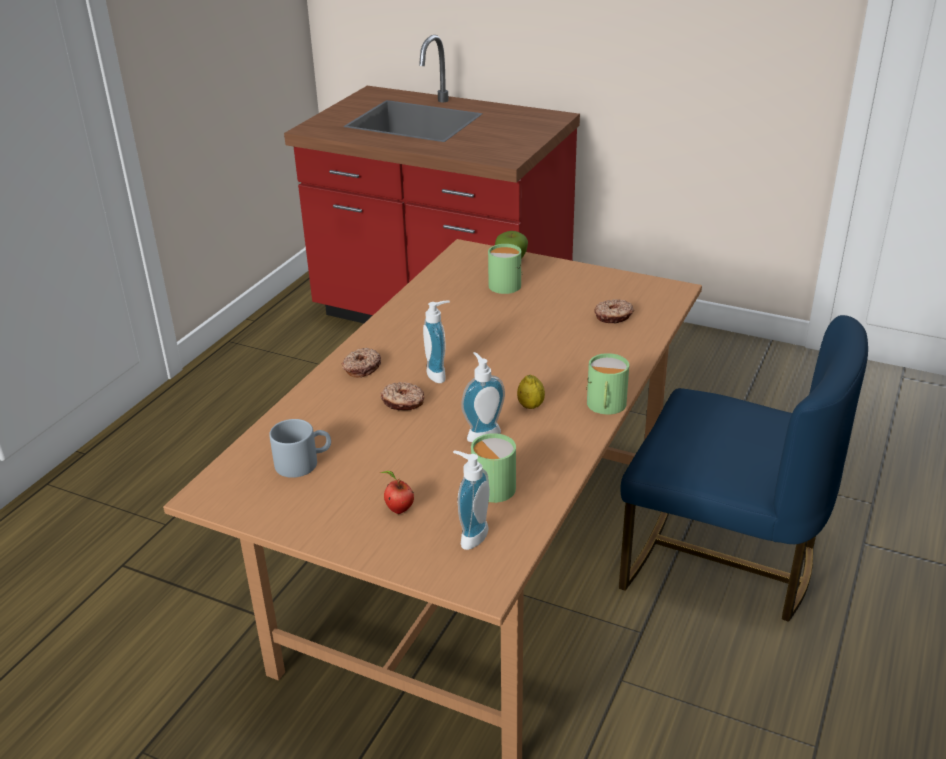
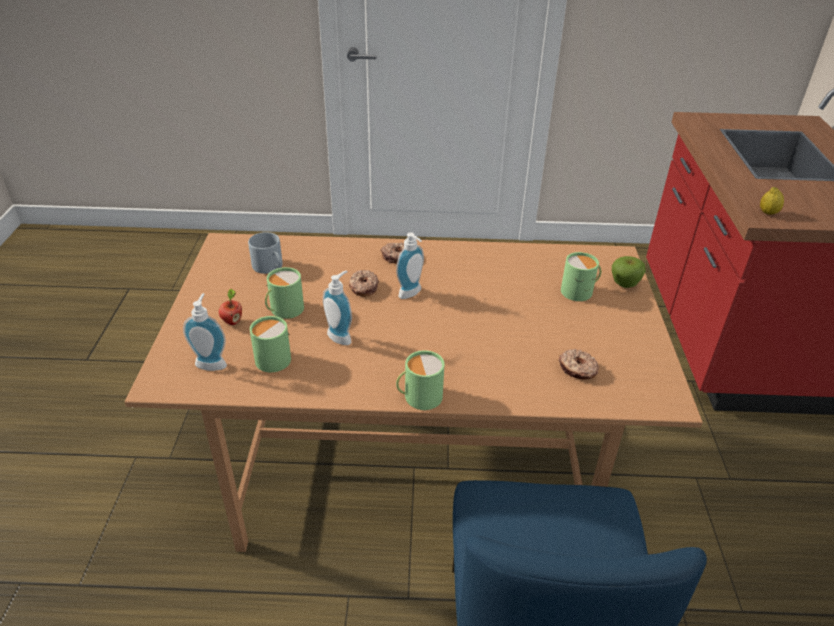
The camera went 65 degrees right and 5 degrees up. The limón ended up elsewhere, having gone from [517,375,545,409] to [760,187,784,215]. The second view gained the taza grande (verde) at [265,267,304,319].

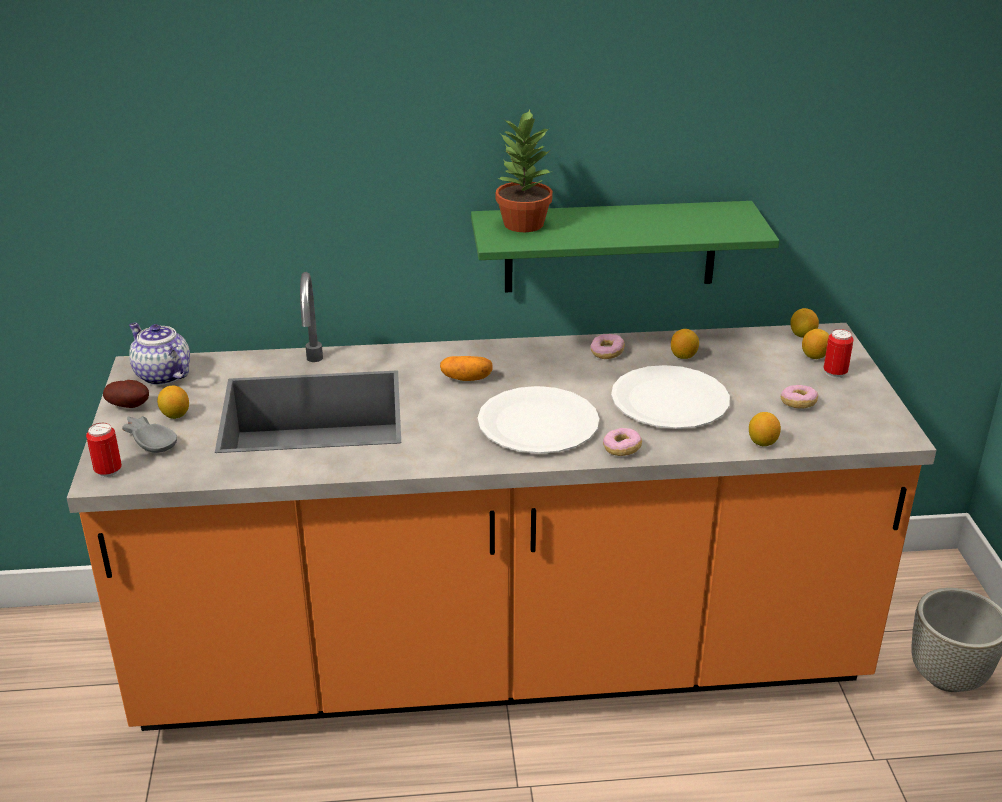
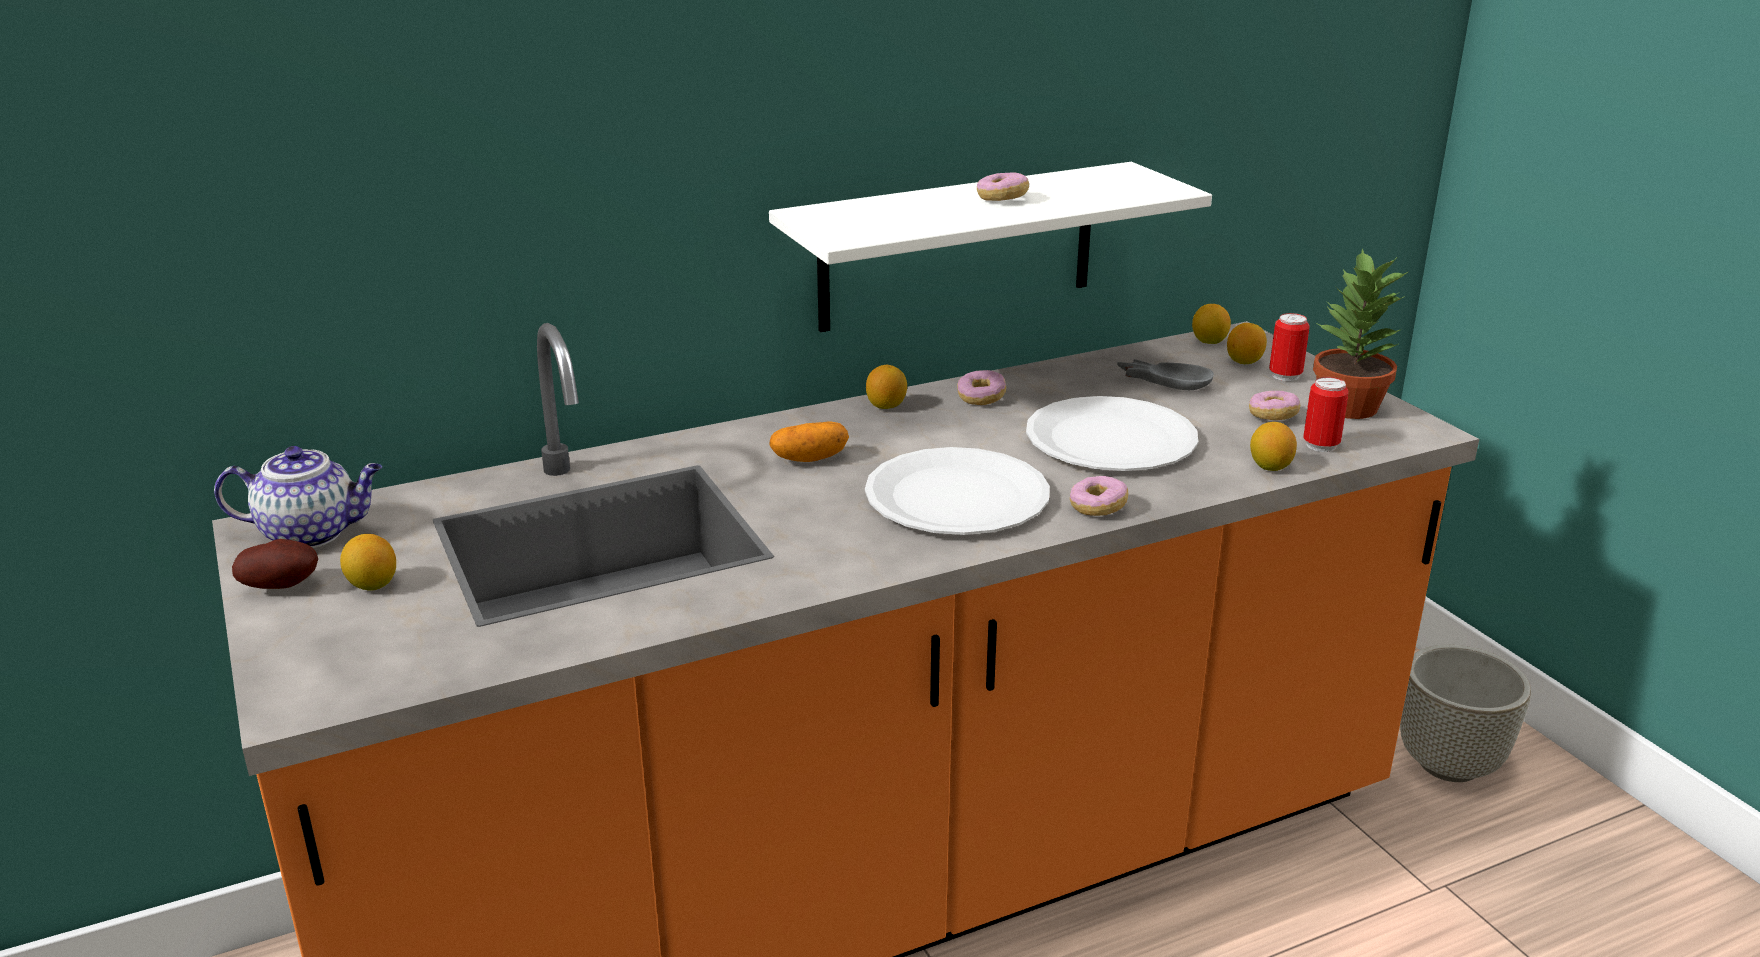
The camera went 20 degrees left and 5 degrees down. The planta en maceta ended up elsewhere, having gone from [496,110,553,232] to [1313,249,1408,419]. What was the estante (verde) at [471,201,779,292] turned into the estante (blanco) at [769,162,1212,332]. The tetera at [129,322,190,386] ended up facing another way, 150 degrees clockwise from before. The limón ended up elsewhere, having gone from [671,329,699,359] to [866,365,907,409]. The cuenco (gris) ended up elsewhere, having gone from [122,416,177,453] to [1117,359,1214,390]. The lata ended up elsewhere, having gone from [86,423,122,478] to [1303,377,1349,452]. The second view gained the rosquilla at [977,172,1029,201].

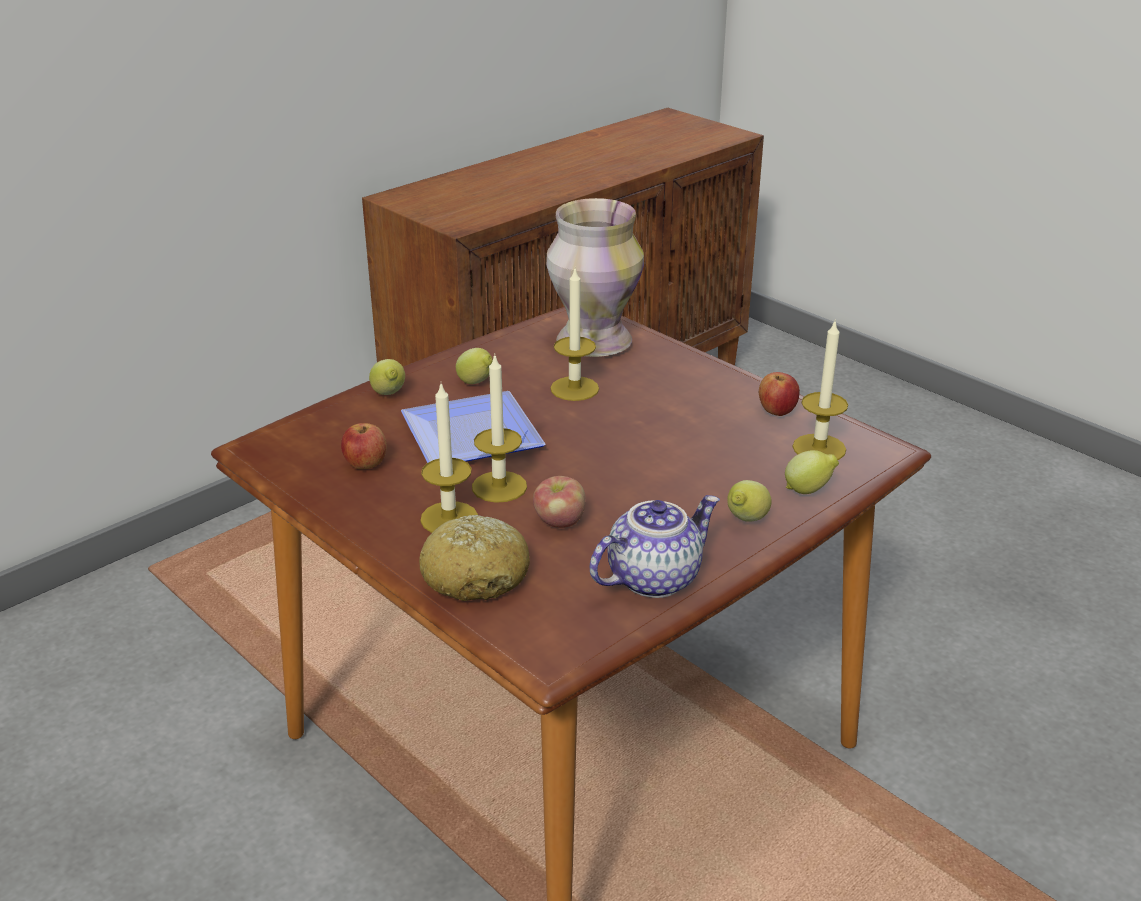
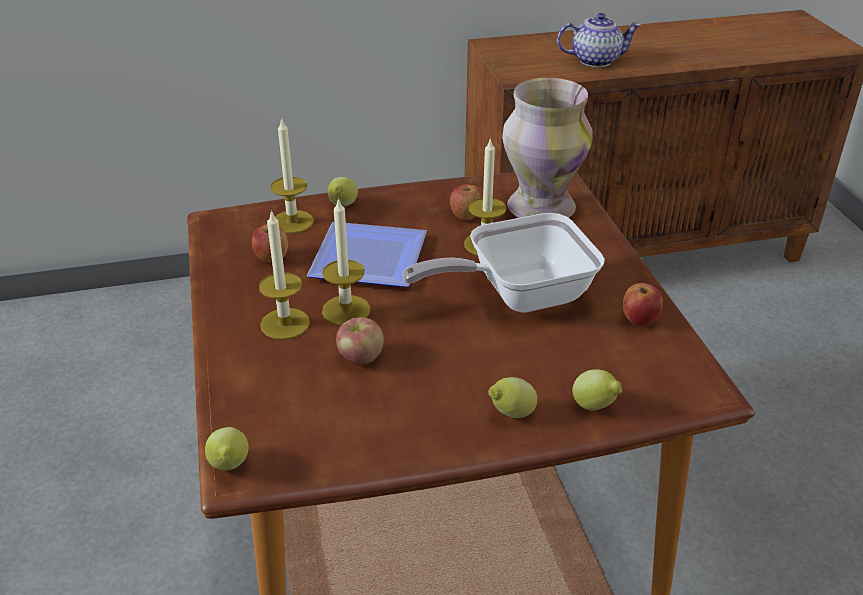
The camera went 30 degrees right and 5 degrees up. The vela ended up elsewhere, having gone from [793,319,848,460] to [270,117,314,233]. The limón ended up elsewhere, having gone from [456,348,493,384] to [205,427,249,470]. The tetera ended up elsewhere, having gone from [590,495,720,598] to [557,13,641,67]. The second view lost the pan at [419,515,530,601]. The second view gained the manzana at [450,184,483,220]. The second view gained the sartén at [402,213,605,313].

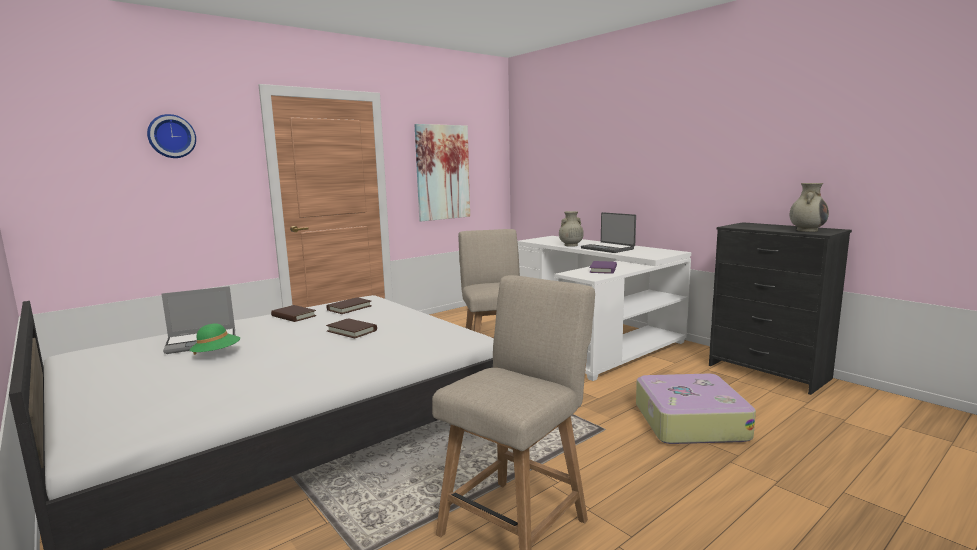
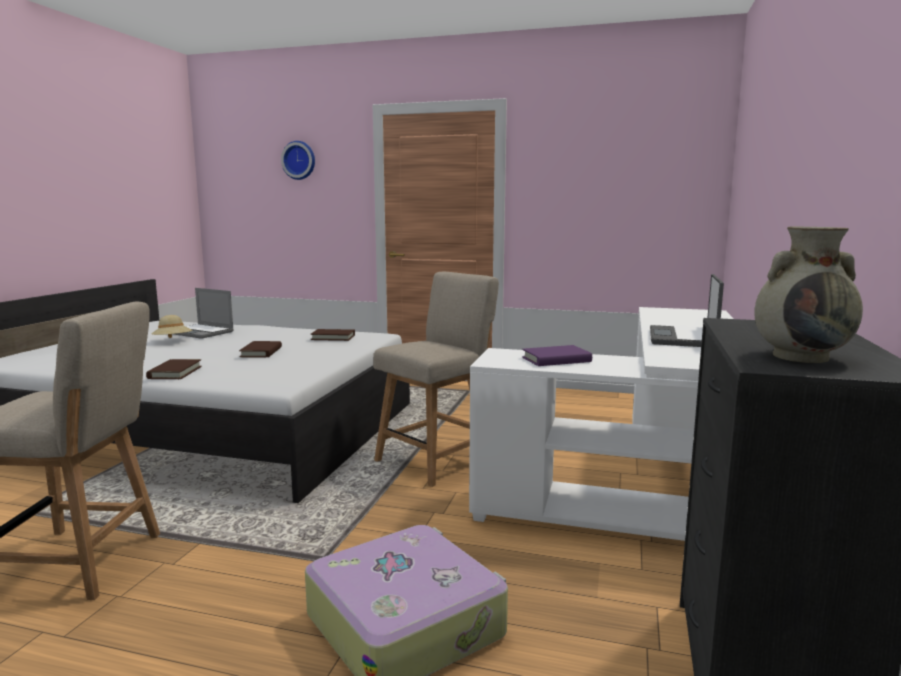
The camera went 55 degrees right and 0 degrees up. The second view lost the cuadro at [414,124,470,221]. The second view lost the florero (beis) at [559,211,584,247]. The libro (marrón) ended up elsewhere, having gone from [271,305,317,322] to [146,359,202,379]. What was the sombrero (verde) at [190,323,240,355] turned into the sombrero (beis) at [151,315,192,338].

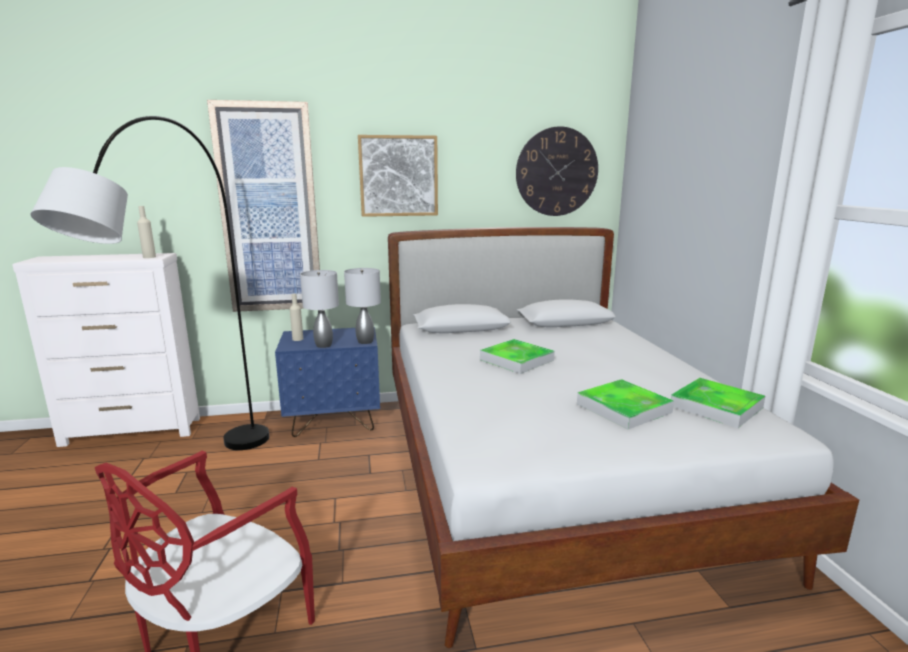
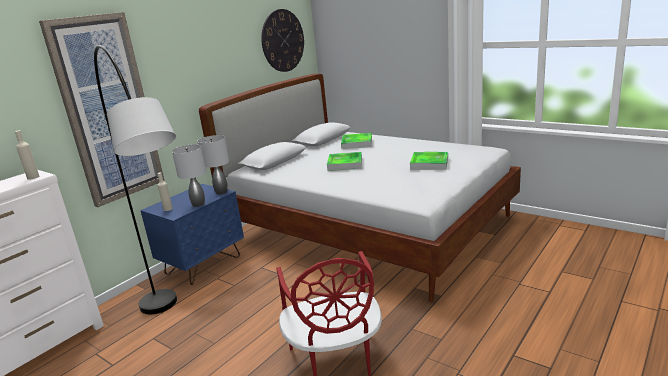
The camera went 40 degrees left and 5 degrees up. The second view lost the cuadro at [358,135,438,217]. The bandeja ended up elsewhere, having gone from [671,378,765,428] to [341,133,372,149].

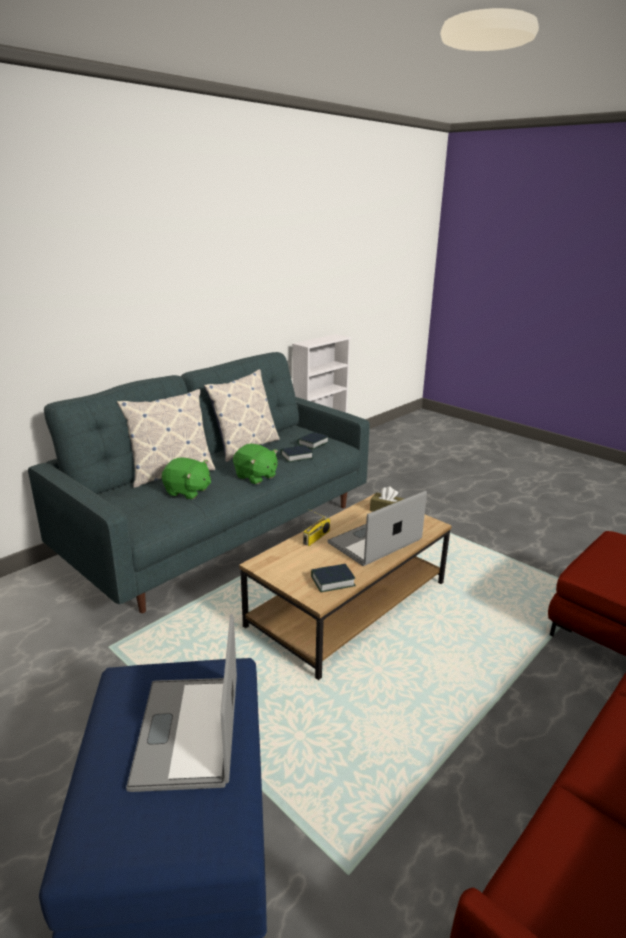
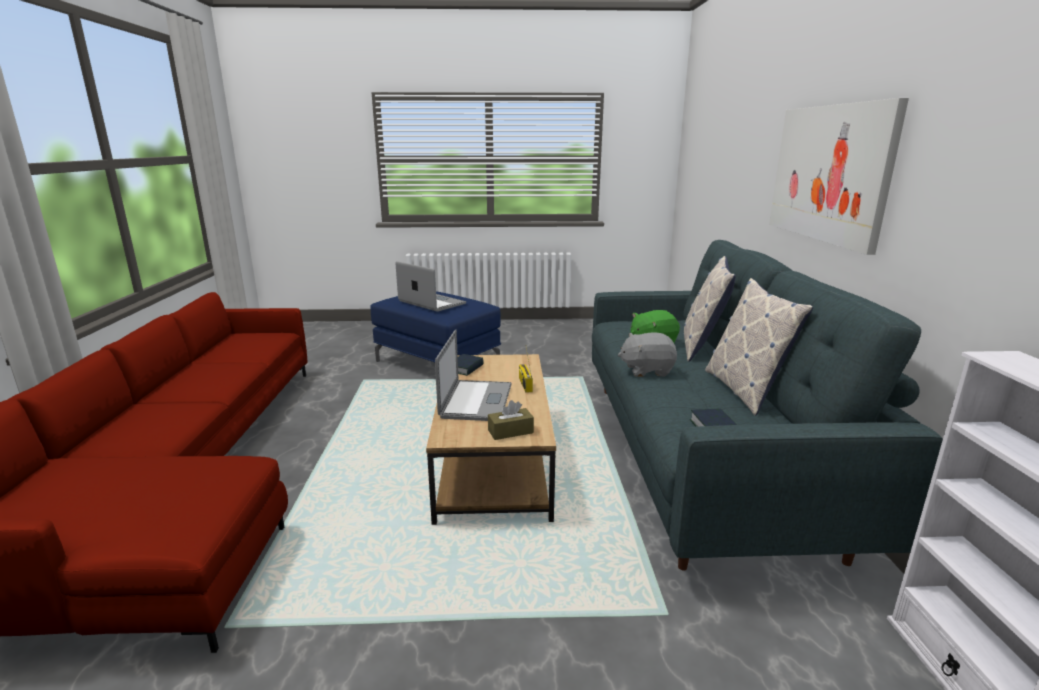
The camera went 135 degrees right and 5 degrees down. What was the peluche (verde) at [233,444,278,484] turned into the peluche (gris) at [618,333,677,377]. The second view lost the libro at [280,445,313,462]. The second view gained the cuadro at [769,98,909,255].

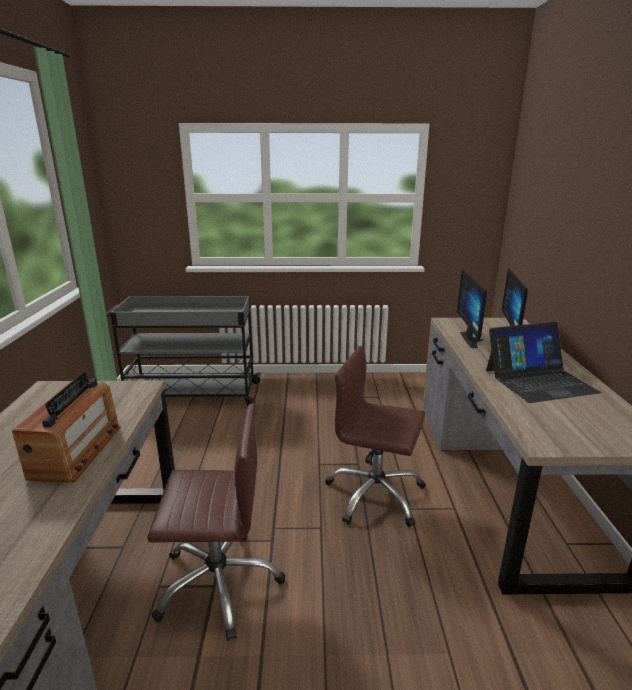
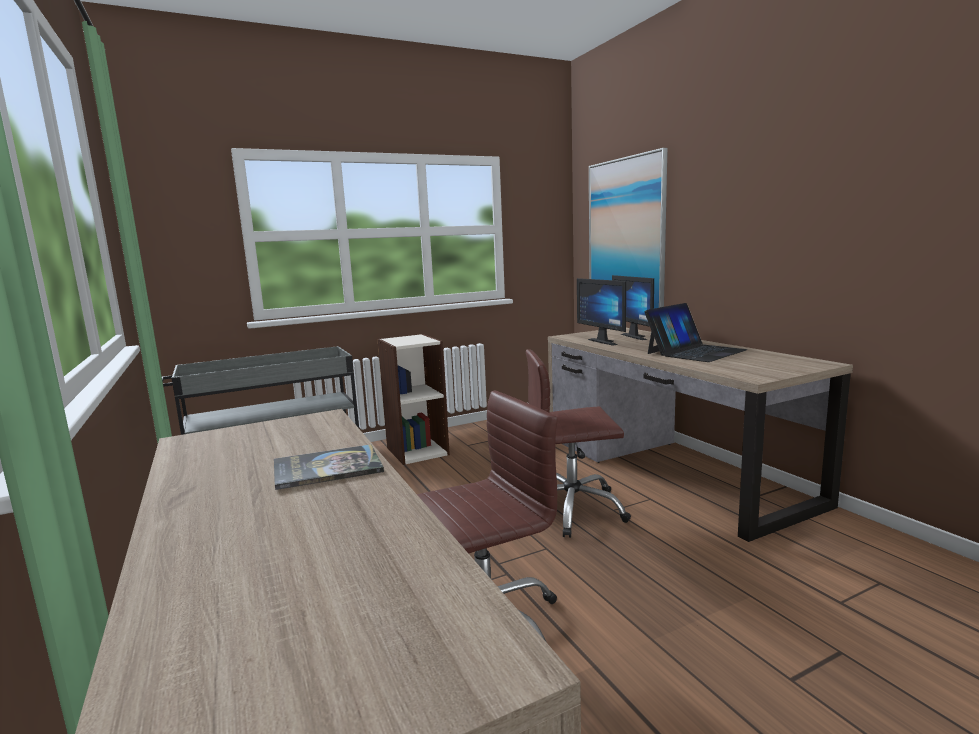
The camera went 25 degrees left and 10 degrees down. Where the radio stood at [12,372,120,483], the libro came to stand at [274,444,384,490]. The second view gained the cuadro at [589,148,668,309]. The second view gained the estantería at [378,334,450,465].

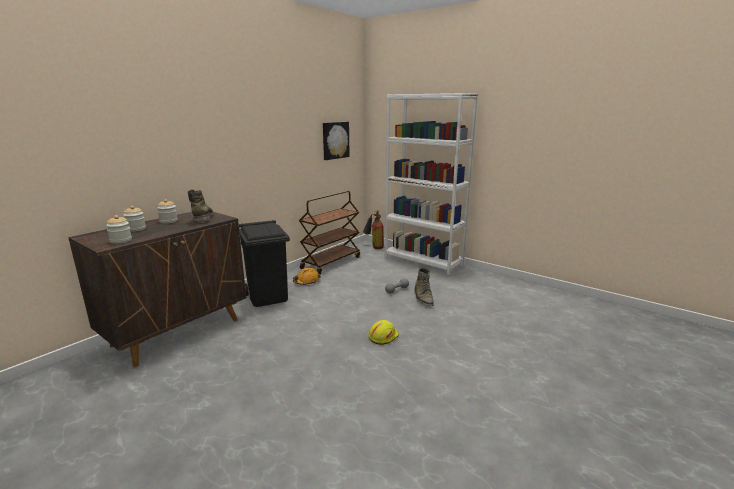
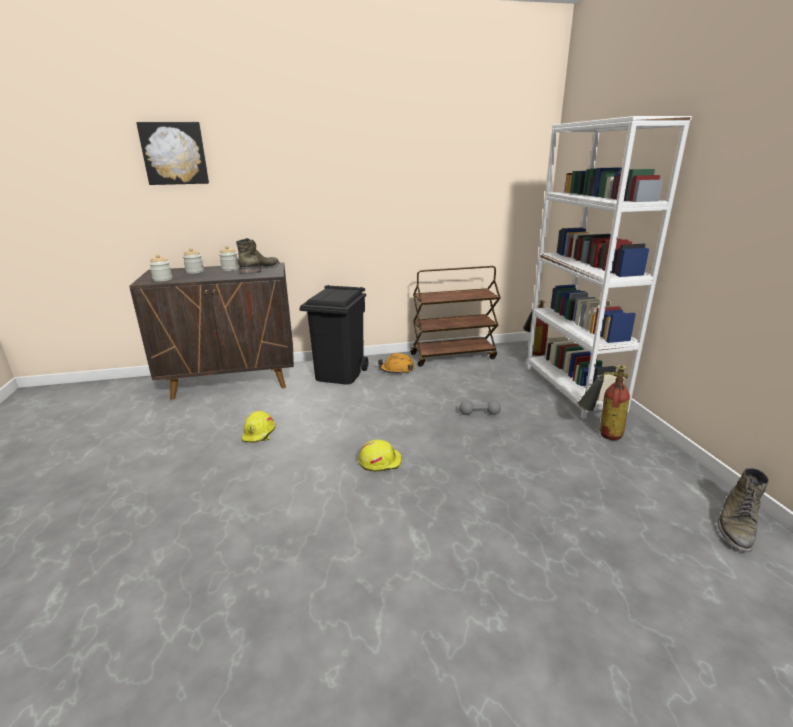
The camera went 40 degrees right and 5 degrees up. The cuadro ended up elsewhere, having gone from [323,122,350,160] to [136,122,209,185]. The bota (verde) ended up elsewhere, having gone from [414,268,434,306] to [718,468,769,552]. The second view gained the extintor at [578,365,630,440]. The second view gained the casco (amarillo) at [242,410,275,443].

